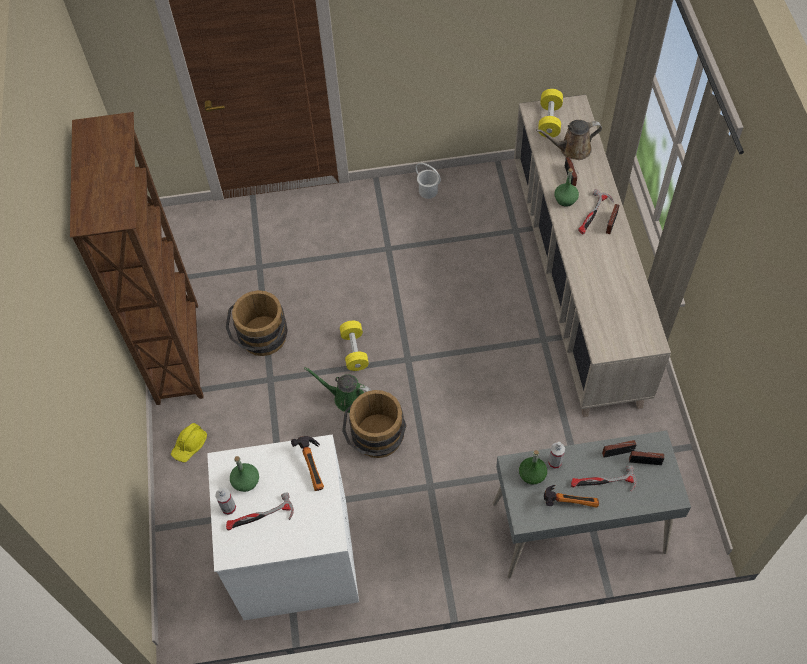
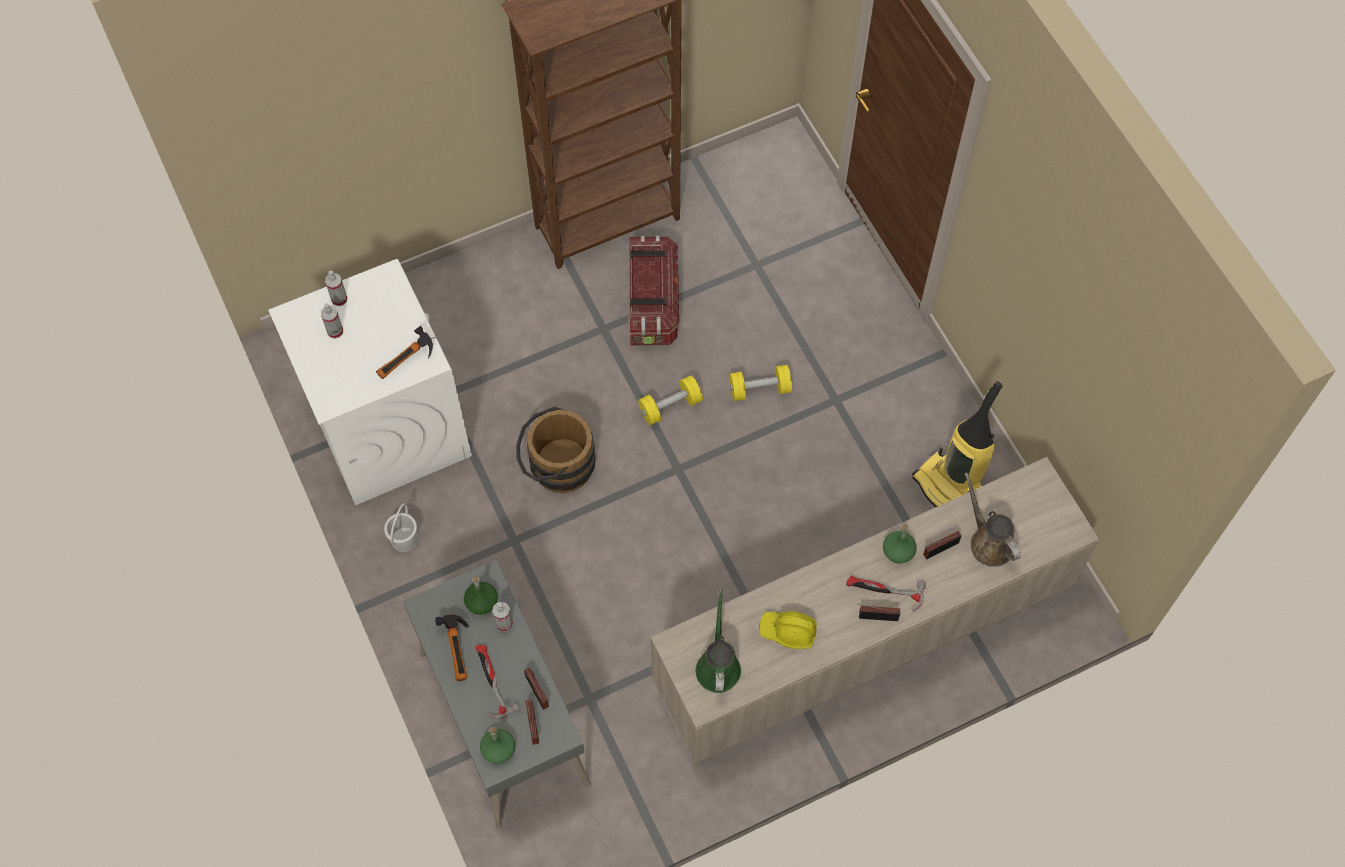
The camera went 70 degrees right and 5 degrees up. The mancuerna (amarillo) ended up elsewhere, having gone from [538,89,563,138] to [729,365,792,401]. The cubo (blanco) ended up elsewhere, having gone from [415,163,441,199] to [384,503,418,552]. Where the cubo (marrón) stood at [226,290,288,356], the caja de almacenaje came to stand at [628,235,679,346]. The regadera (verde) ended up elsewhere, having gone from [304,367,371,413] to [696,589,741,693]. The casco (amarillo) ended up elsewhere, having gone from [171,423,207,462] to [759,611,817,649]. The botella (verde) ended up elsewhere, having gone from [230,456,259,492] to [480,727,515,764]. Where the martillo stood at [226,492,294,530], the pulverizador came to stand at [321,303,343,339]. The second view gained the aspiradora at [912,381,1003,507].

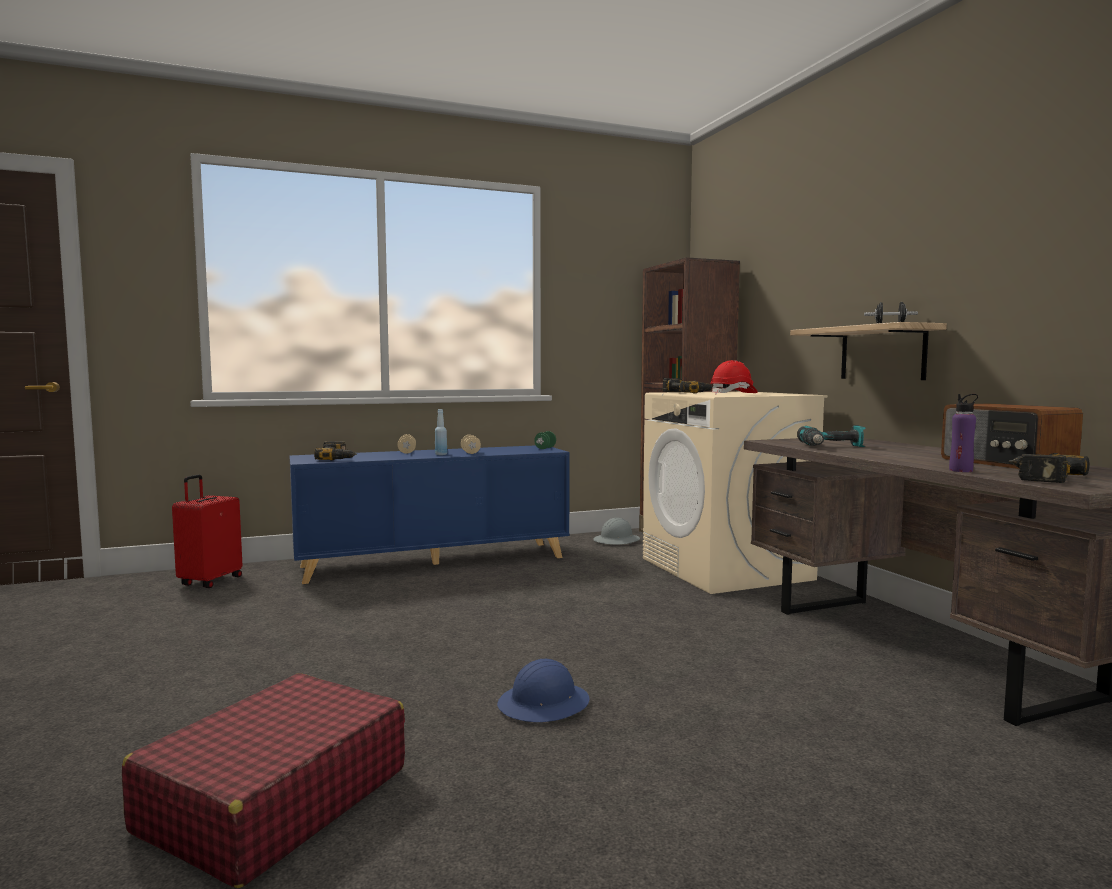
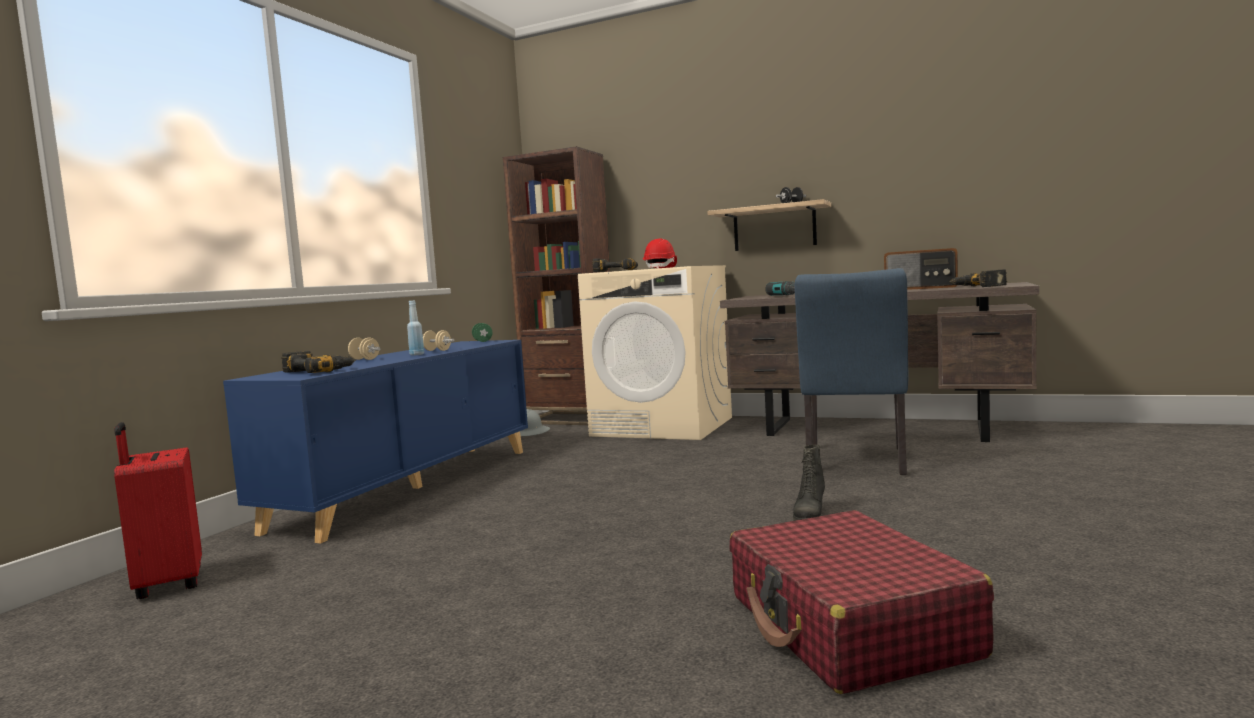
The camera went 45 degrees left and 0 degrees up. The second view lost the botella (morado) at [949,394,978,472]. Where the casco (azul) stood at [497,659,590,722], the bota (negro) came to stand at [793,445,825,521]. The second view gained the silla (azul) at [795,268,909,475].

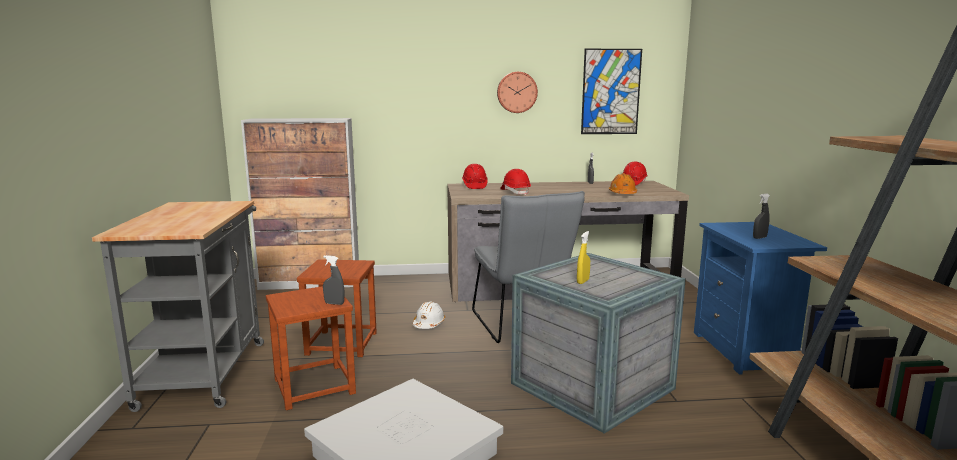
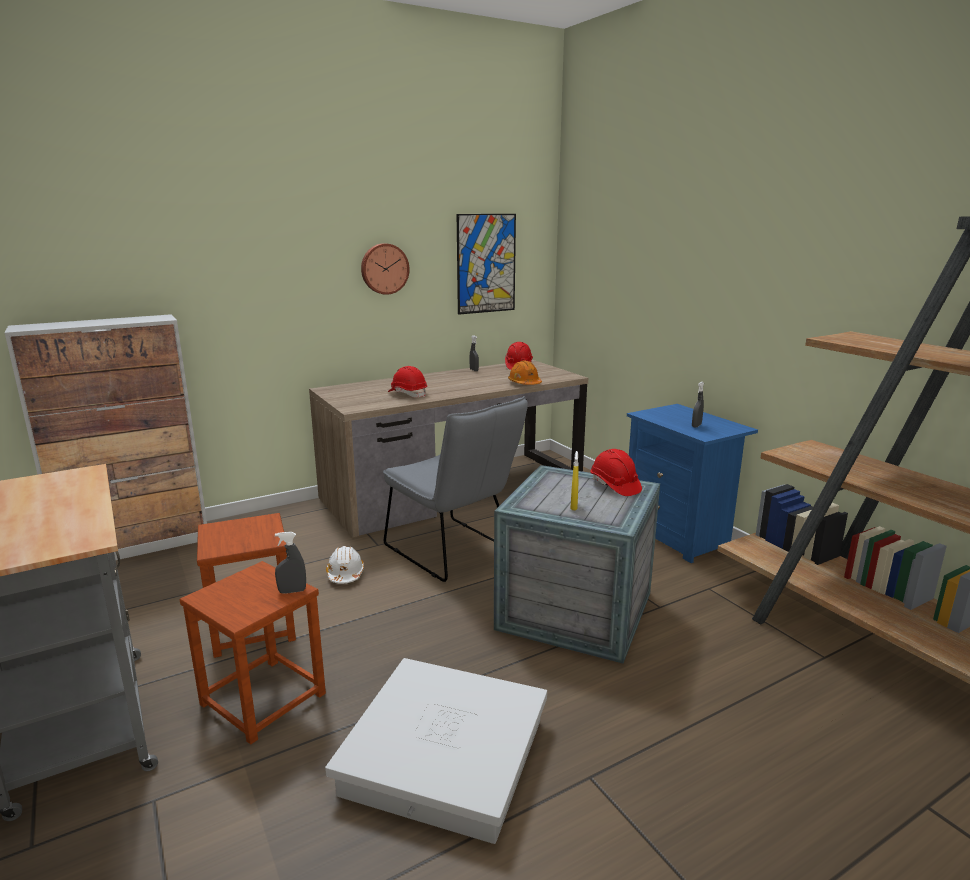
The camera went 25 degrees left and 5 degrees up. The casco (rojo) ended up elsewhere, having gone from [462,164,488,189] to [590,449,642,496].

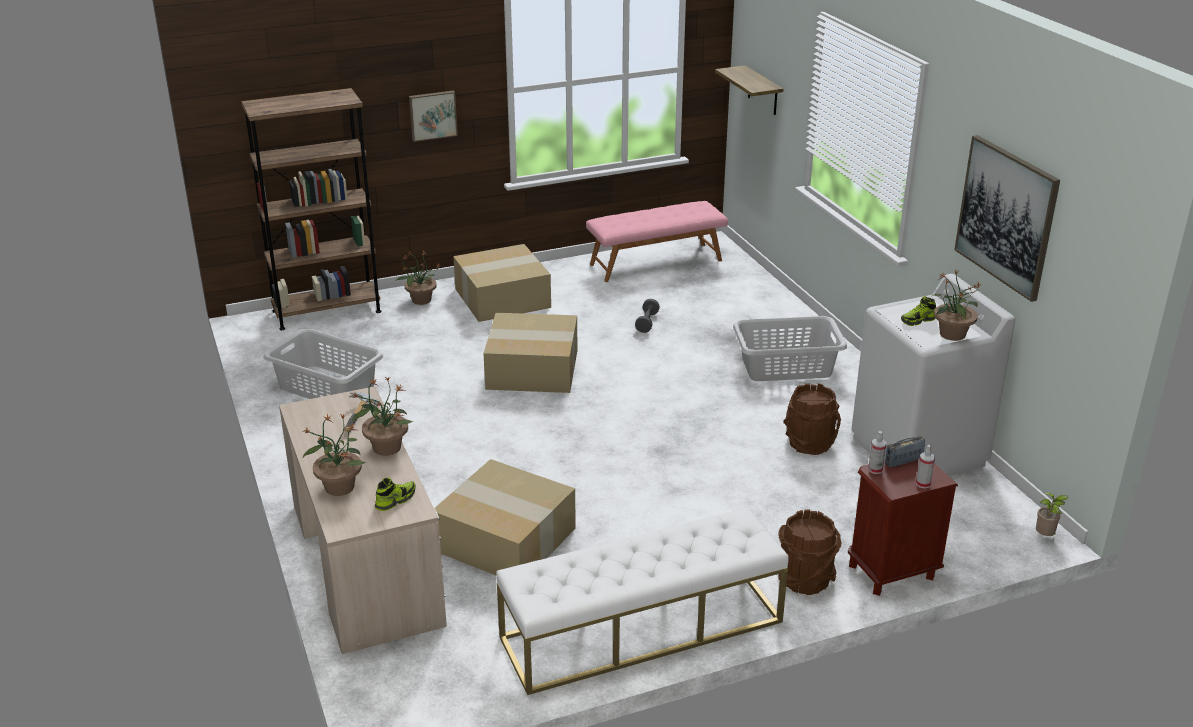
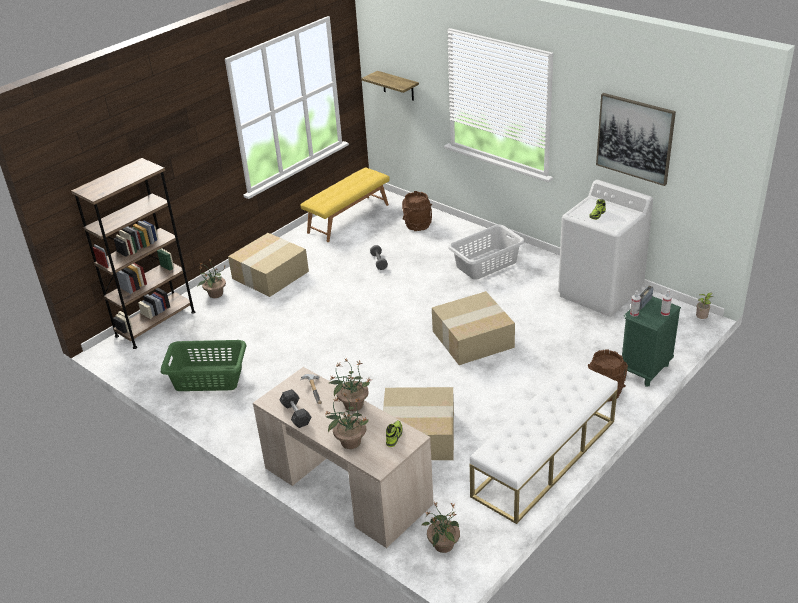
The camera went 25 degrees left and 5 degrees up. The second view lost the cuadro at [409,91,458,142]. What was the banco (rosa) at [586,201,728,282] turned into the banco (amarillo) at [301,167,390,242]. The planta en maceta ended up elsewhere, having gone from [932,268,981,341] to [421,502,460,553]. The caja de cartón ended up elsewhere, having gone from [483,313,577,393] to [432,291,515,365]. What was the cesto de la ropa (gris) at [263,329,383,399] turned into the cesto de la ropa (verde) at [161,340,246,391]. The cubo (marrón) ended up elsewhere, having gone from [783,383,841,455] to [402,191,432,231]. What was the mesita de noche (marrón) at [848,460,958,596] turned into the mesita de noche (verde) at [622,296,681,387]. The second view gained the mancuerna (gris) at [280,389,311,428].

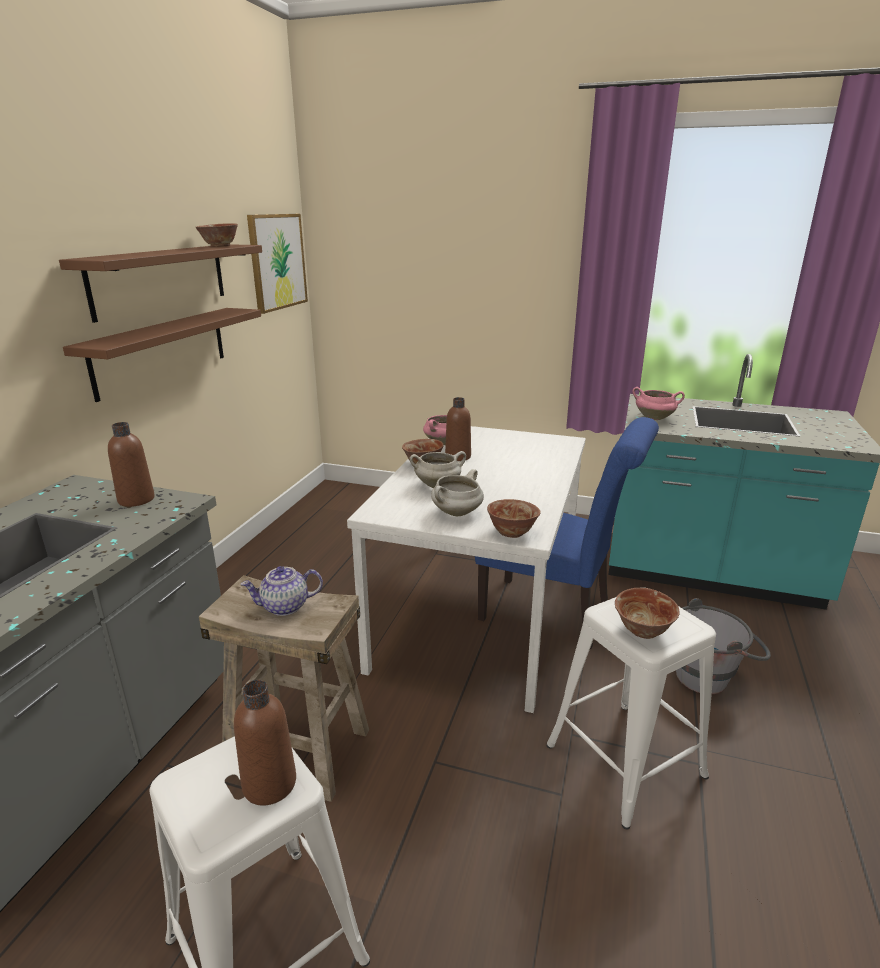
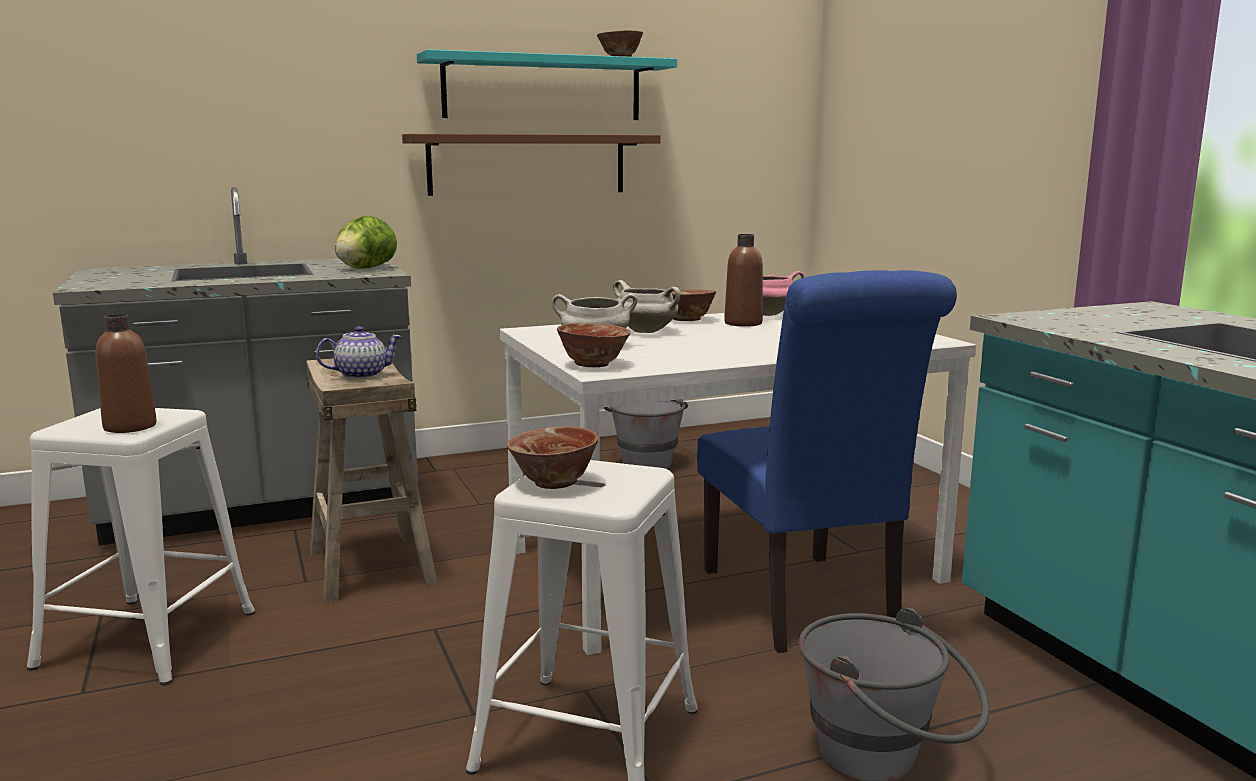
The camera went 50 degrees right and 10 degrees down. The second view lost the cuadro at [247,214,308,314]. What was the estante (marrón) at [59,244,262,323] turned into the estante (turquesa) at [417,49,677,120]. The second view lost the olla (rosa) at [632,387,685,420]. Where the botella (marrón) stood at [108,422,155,507], the lechuga came to stand at [335,216,397,269]. The tetera at [241,566,323,616] ended up facing another way, 120 degrees clockwise from before. The second view gained the cubo (gris) at [604,399,688,469].

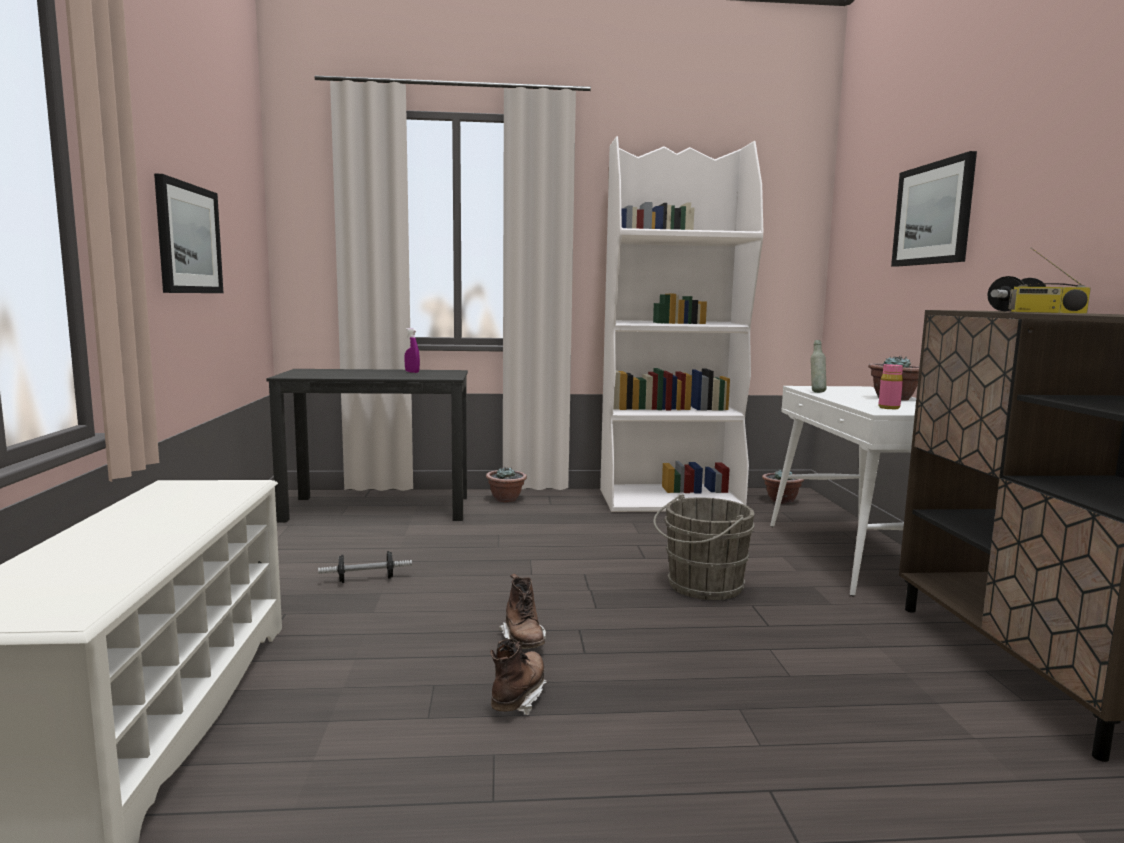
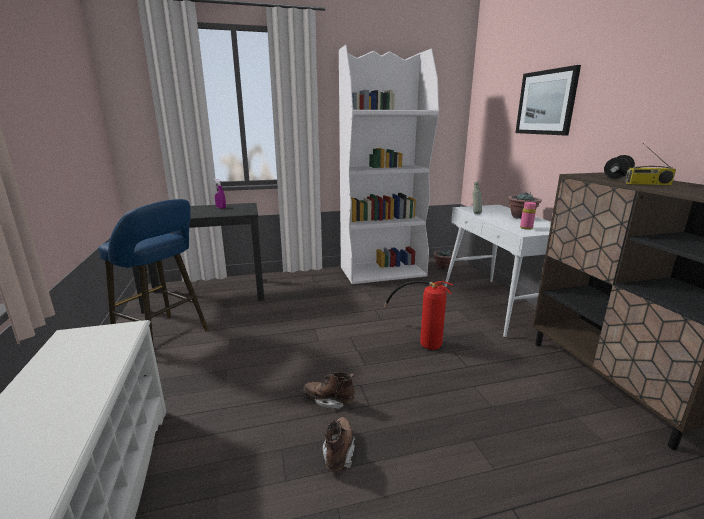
The camera went 10 degrees left and 10 degrees up. The second view lost the cuadro at [154,173,223,293]. The second view lost the planta en maceta at [486,468,527,502]. Where the cubo (gris) stood at [653,494,754,600], the extintor came to stand at [384,281,453,350]. The second view lost the mancuerna at [318,551,412,583]. The bota (marrón) at [499,574,546,649] ended up facing another way, 135 degrees clockwise from before. The second view gained the taburete (azul) at [98,199,209,347].

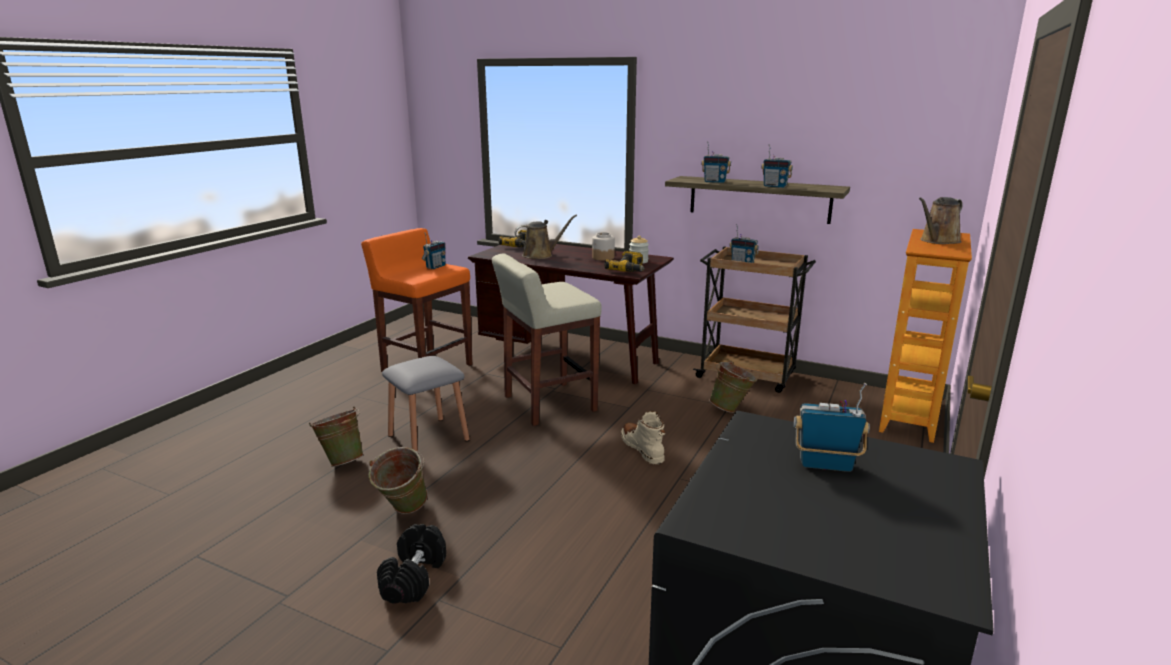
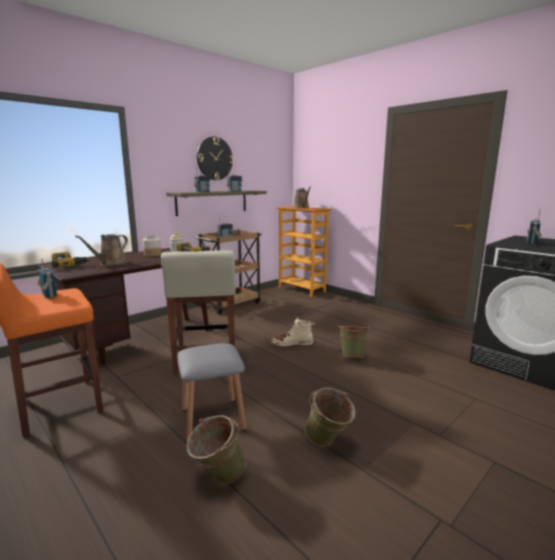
The camera went 70 degrees left and 5 degrees down. The regadera (marrón) at [515,215,577,259] ended up facing another way, 150 degrees counterclockwise from before. The cubo (verde) ended up elsewhere, having gone from [709,361,757,413] to [338,325,370,358]. The second view lost the mancuerna (negro) at [377,524,446,604]. The second view gained the reloj de pared at [197,137,233,180].

